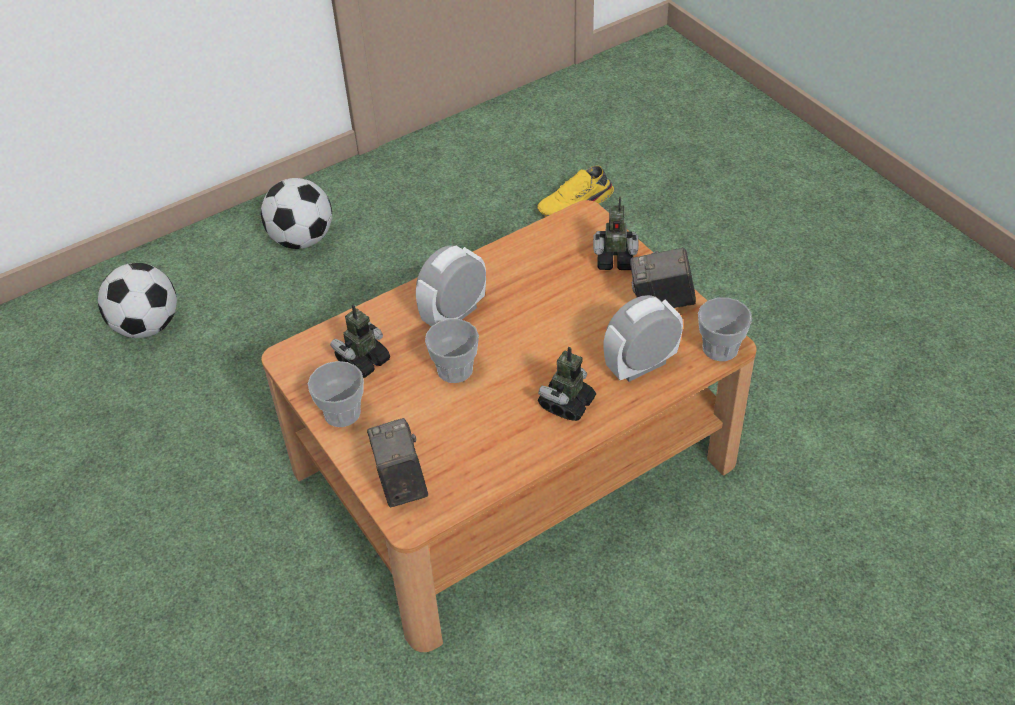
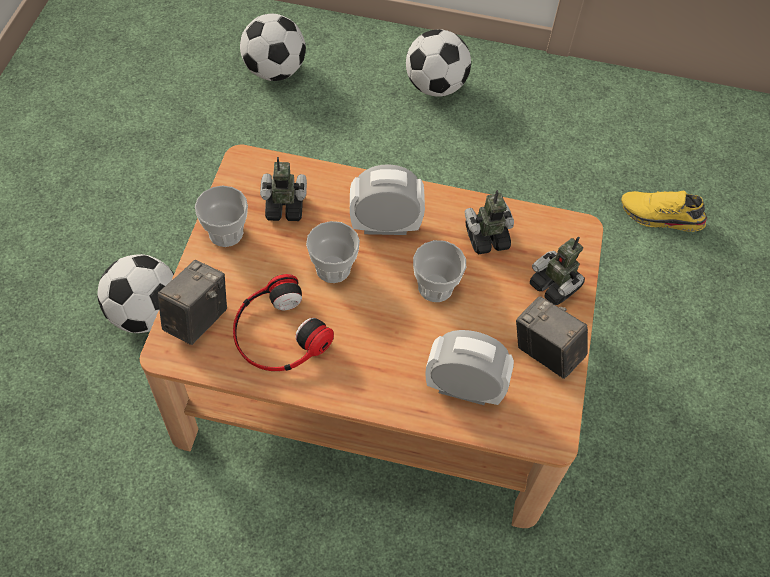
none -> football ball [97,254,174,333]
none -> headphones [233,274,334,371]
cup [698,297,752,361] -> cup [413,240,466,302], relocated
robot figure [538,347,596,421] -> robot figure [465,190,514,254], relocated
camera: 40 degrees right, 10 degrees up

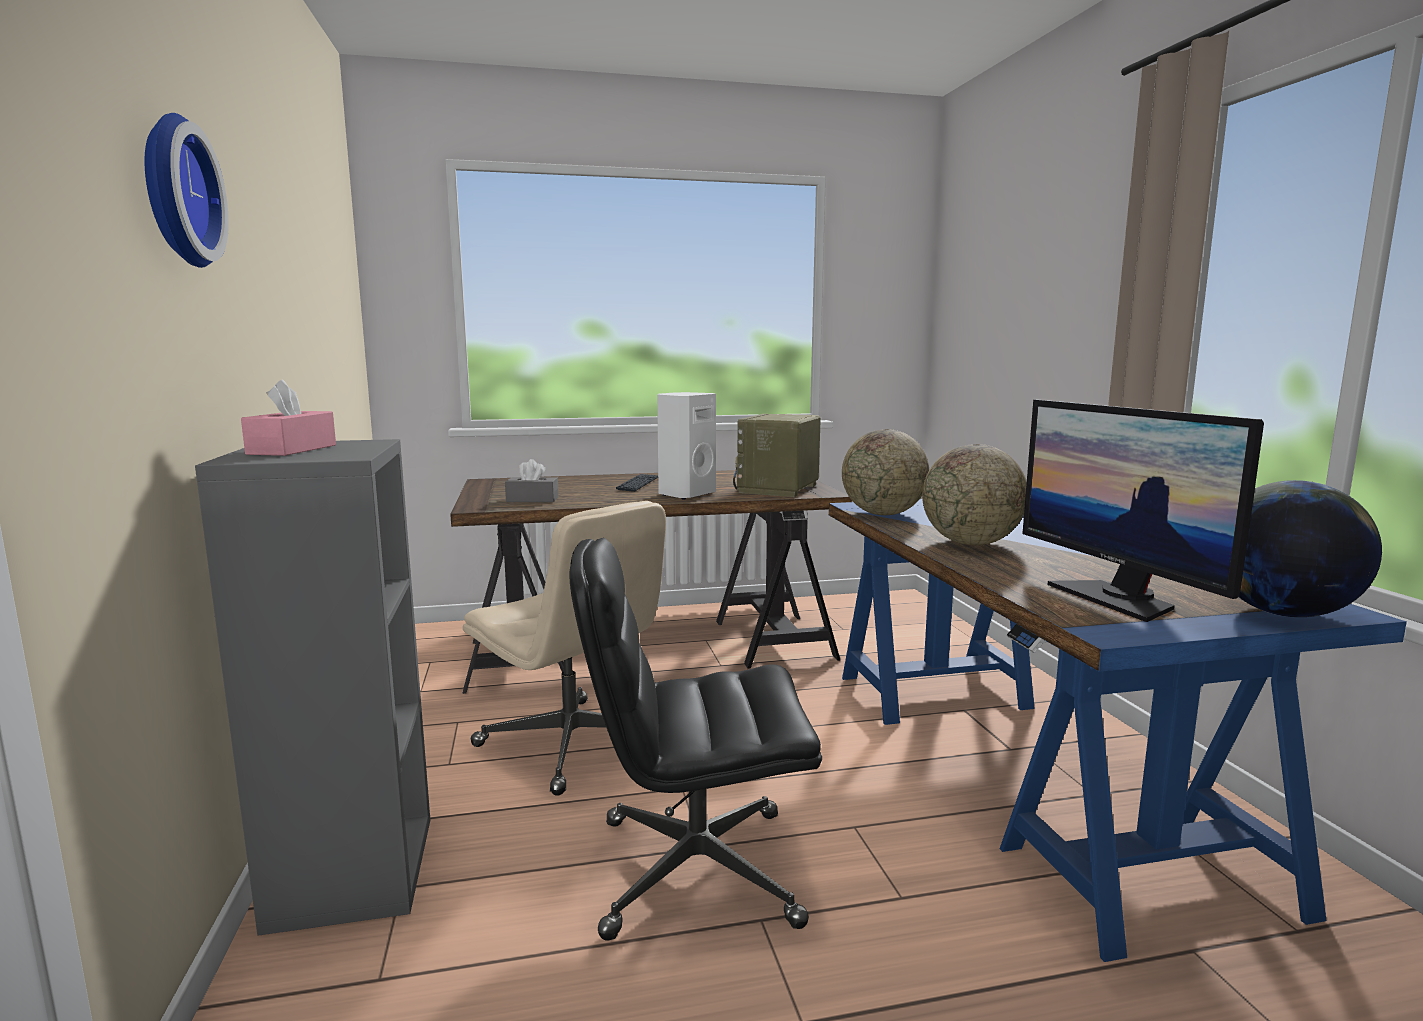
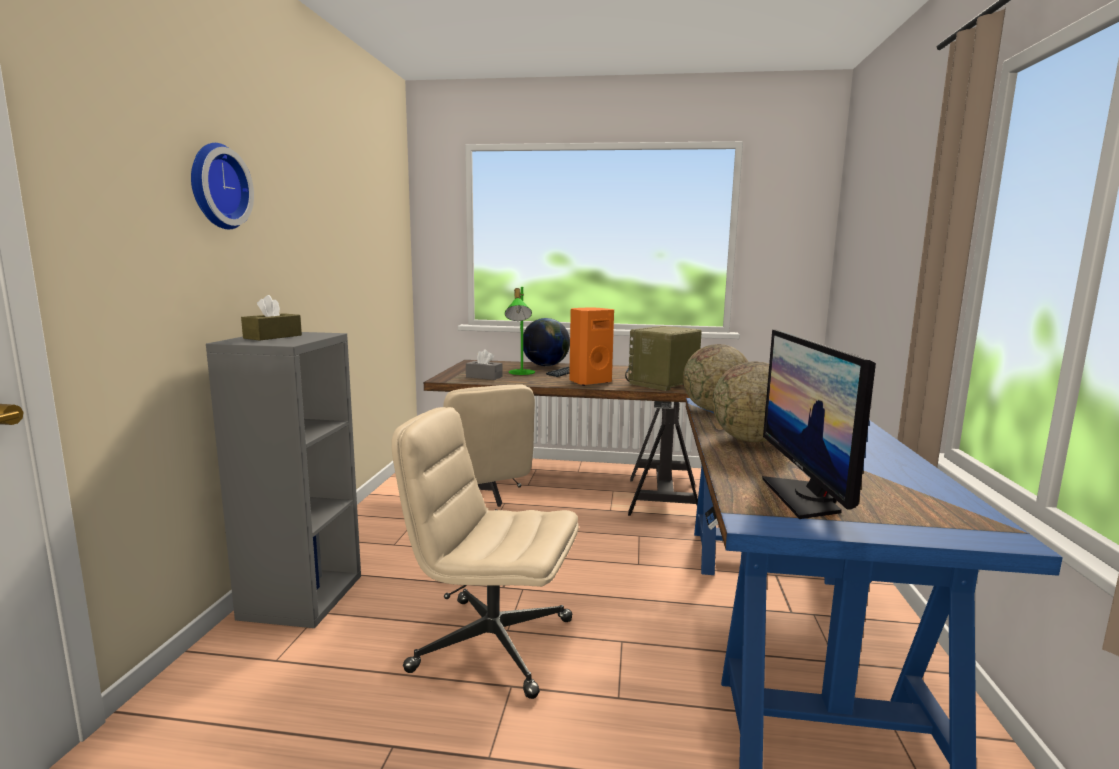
pink-coloured tissue box [241,380,336,456] -> brown tissue box [241,295,302,341]
black office chair [570,538,822,940] -> sand-coloured office chair [391,407,579,699]
none -> greenish lamp for a table [505,287,535,375]
world globe [1238,480,1382,617] -> world globe [523,318,570,366], relocated
whitish loudspeaker [657,392,716,499] -> orange loudspeaker [569,308,614,386]
camera: 20 degrees right, 0 degrees up

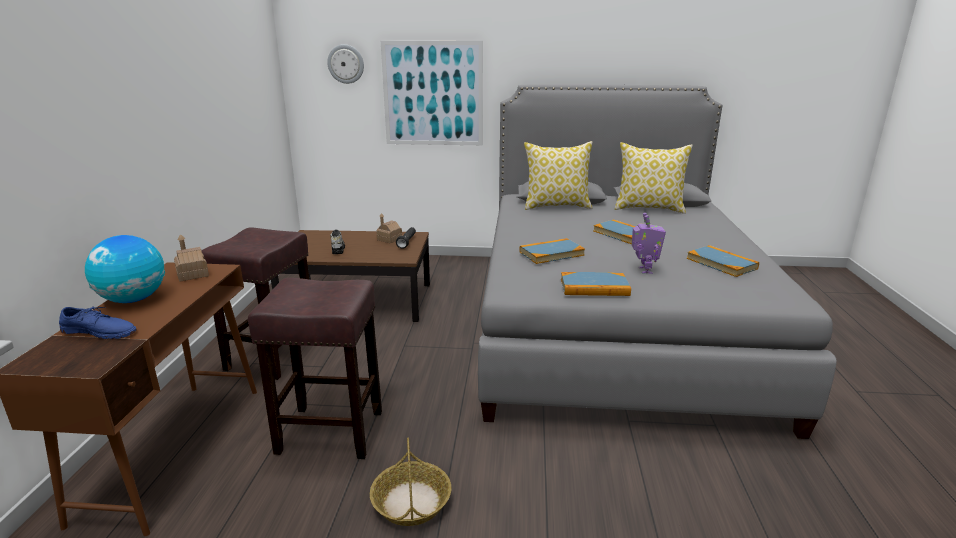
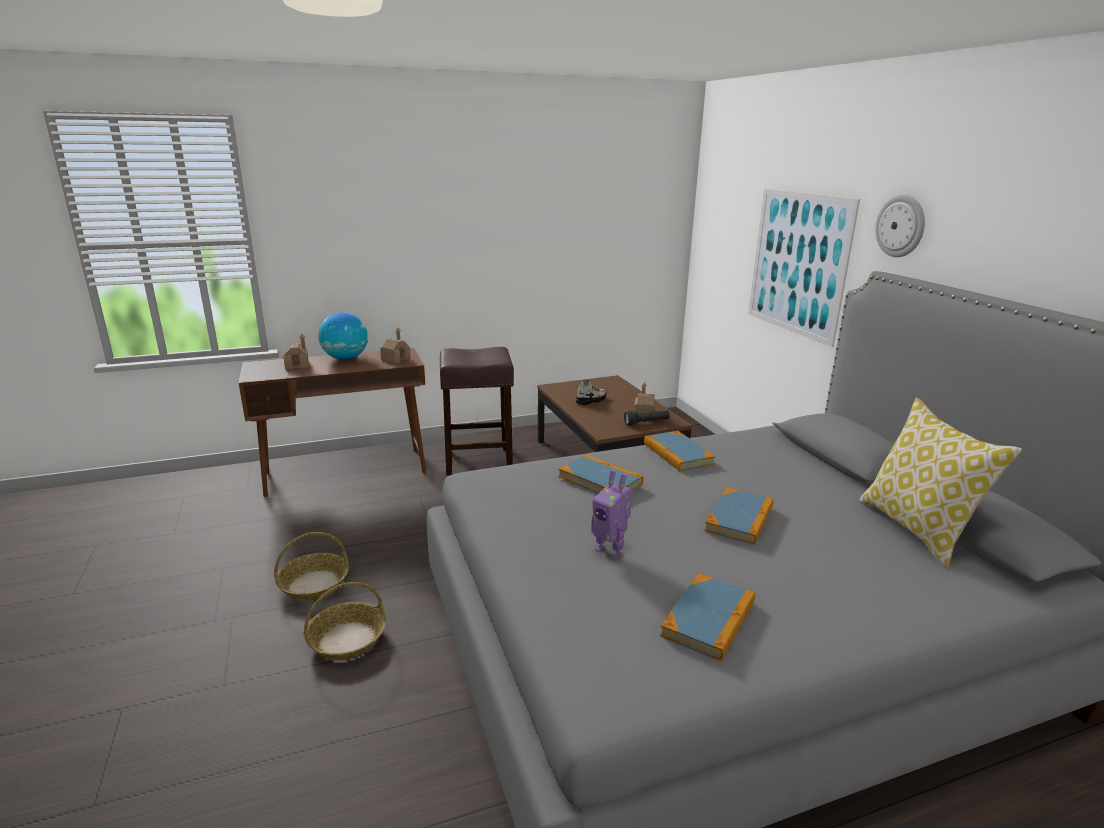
blue-coloured item of footwear [59,306,137,339] -> toy house [283,334,309,370]
none -> basket [304,582,386,661]
robot figure [632,213,666,274] -> robot figure [591,470,632,559], 60 degrees clockwise
bound book [561,272,631,296] -> bound book [644,431,715,471], relocated
hanging clock [327,44,364,84] -> hanging clock [875,195,925,257], relocated
brown stool [248,278,382,459] -> none
pillow [524,141,592,210] -> none
camera: 65 degrees right, 0 degrees up

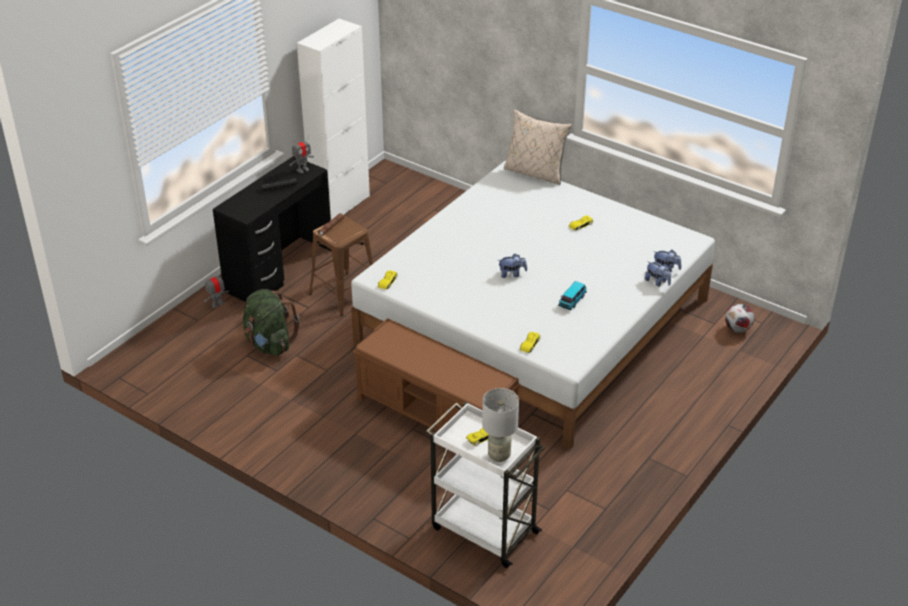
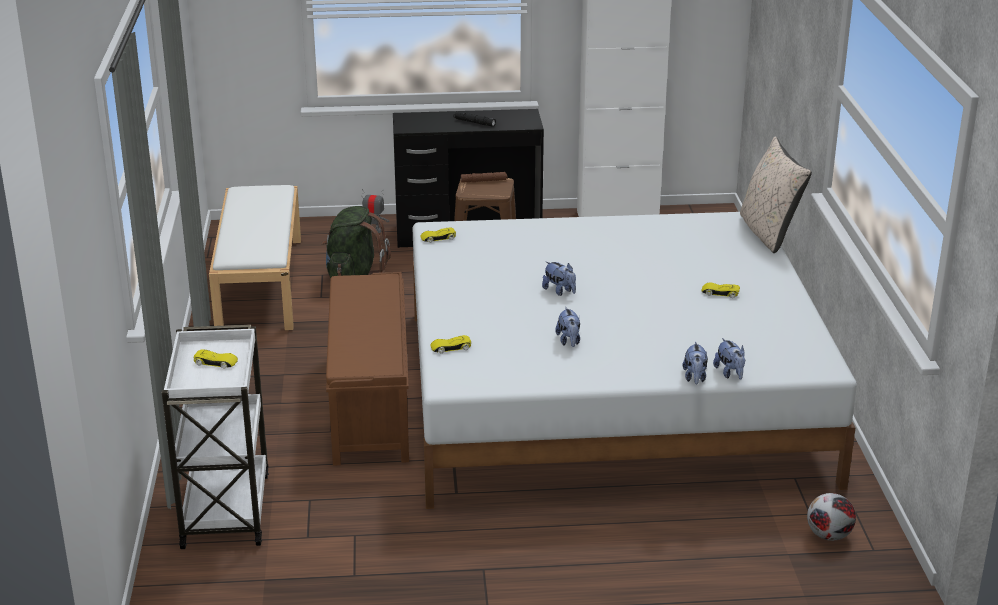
none -> whitish indoor bench [209,185,301,330]
model car [558,281,587,310] -> soft toy [555,307,580,347]
robot figure [290,140,314,173] -> none
grey lamp for a table [482,388,519,462] -> none
camera: 50 degrees right, 10 degrees down

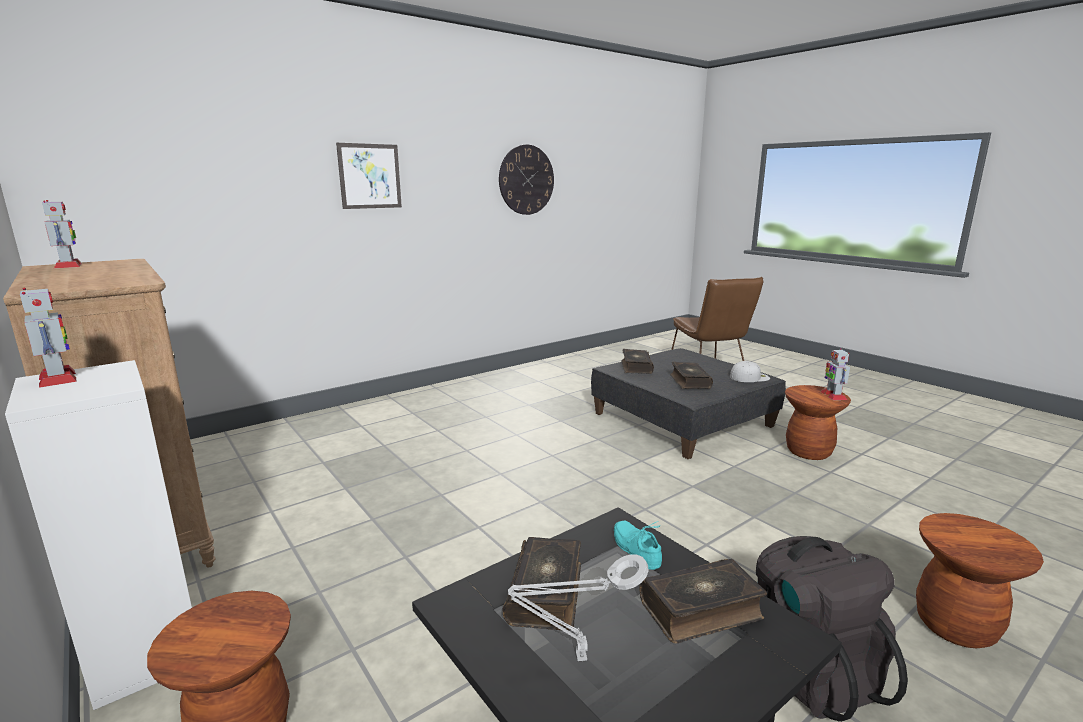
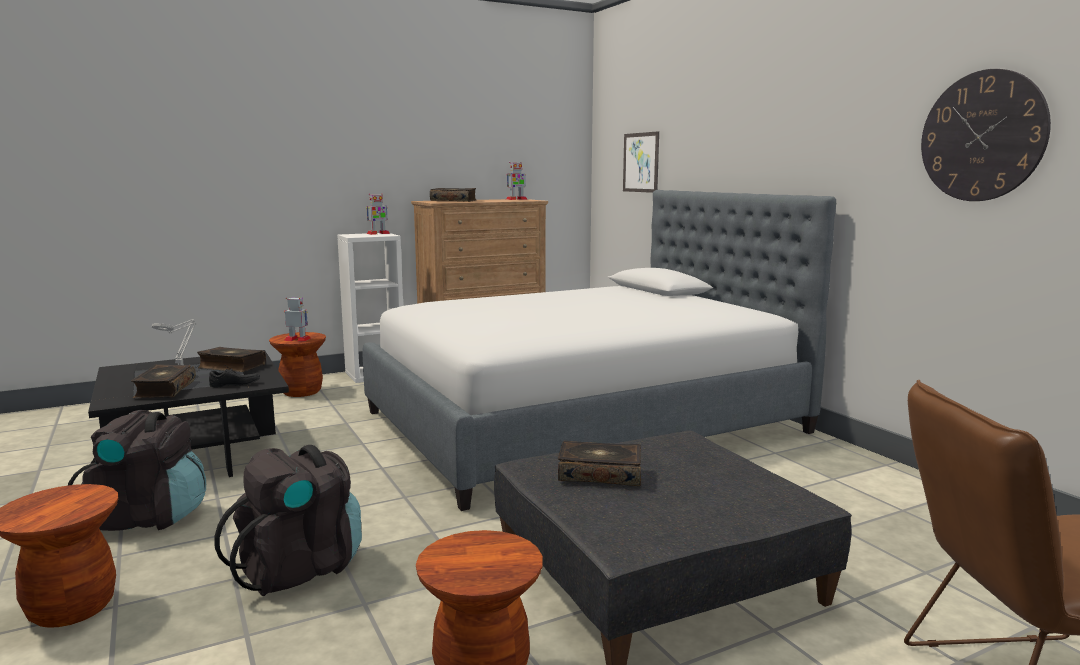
turquoise item of footwear [614,521,662,570] -> black item of footwear [209,366,260,387]
none -> black backpack [214,445,362,596]
robot figure [821,348,850,400] -> robot figure [284,298,311,342], relocated
none -> bedroom bed [362,190,836,511]
bound book [621,349,654,374] -> bound book [430,188,476,202], relocated
wall art [336,143,402,209] -> wall art [623,131,659,193], relocated
whitish peaked cap [730,361,770,382] -> none
camera: 100 degrees right, 5 degrees down

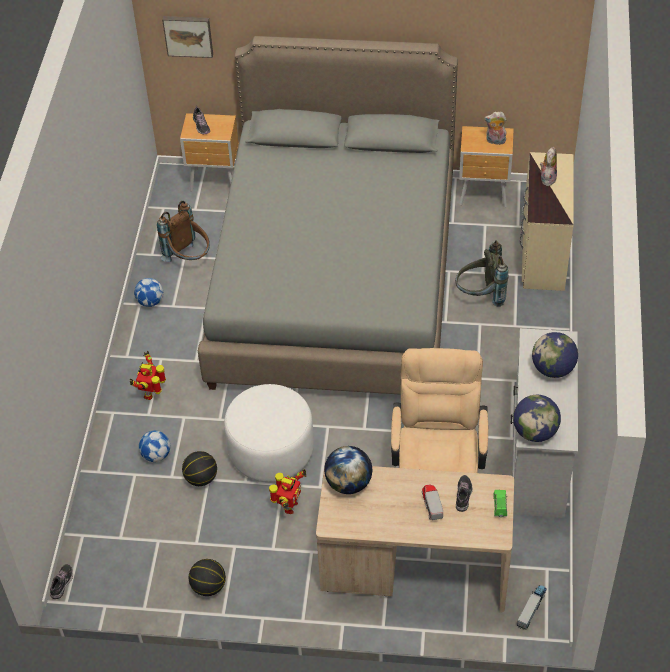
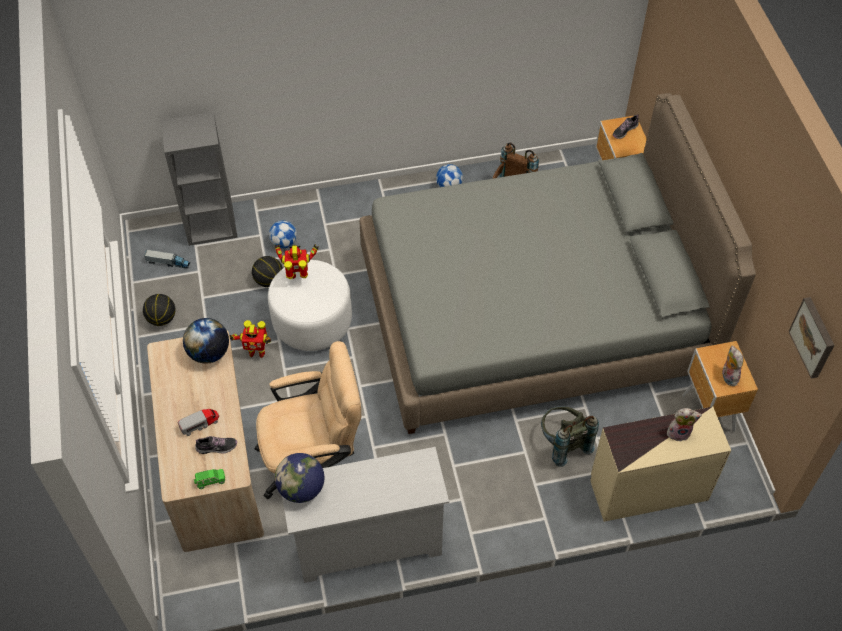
toy truck [517,585,547,630] -> toy truck [144,250,190,268], relocated
none -> grey bookcase [161,112,238,246]
robot figure [130,351,166,400] -> robot figure [275,244,319,279], relocated
wall art [162,16,213,58] -> wall art [789,297,834,379], relocated
item of footwear [50,564,73,599] -> none
world globe [532,332,578,378] -> none
camera: 70 degrees right, 5 degrees up

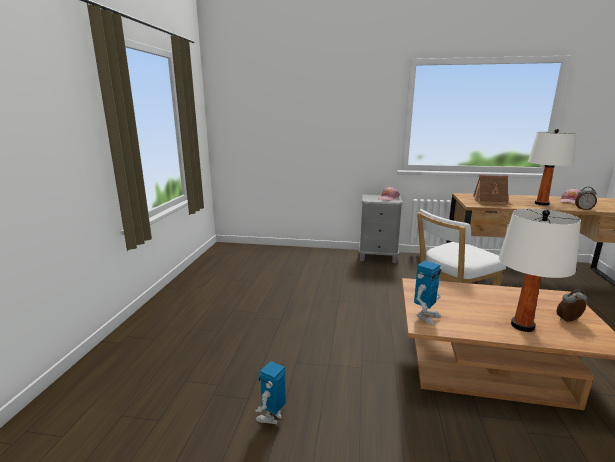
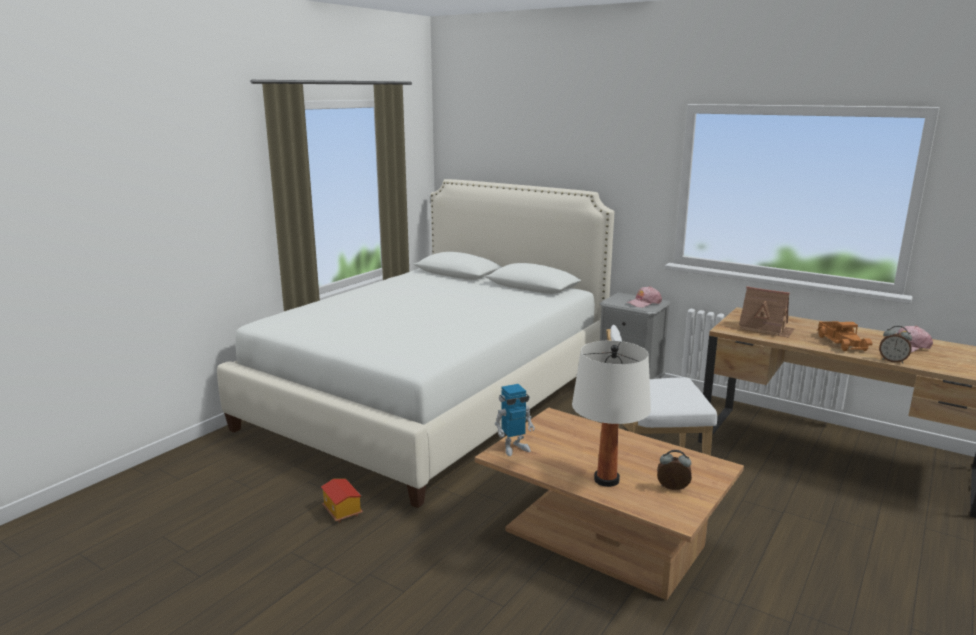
none -> whitish bedroom bed [217,179,614,508]
robot figure [255,361,286,424] -> toy house [321,479,363,523]
whitish lamp for a table [528,129,577,206] -> toy truck [817,321,872,351]
camera: 25 degrees right, 0 degrees up

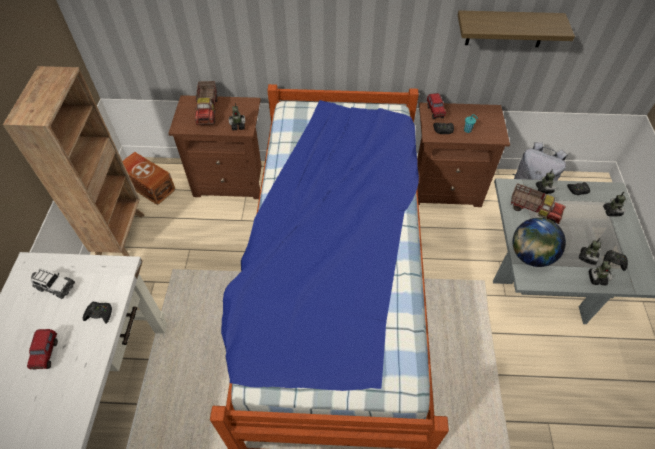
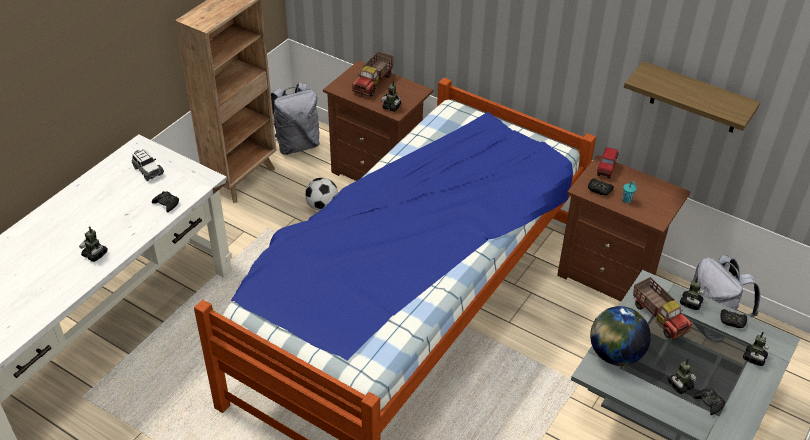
robot figure [589,260,612,285] -> robot figure [79,227,108,262], relocated
brown storage bin [122,152,176,205] -> grey backpack [271,83,320,155]
none -> football ball [305,178,338,211]
toy truck [27,329,58,369] -> none
camera: 30 degrees right, 10 degrees down

